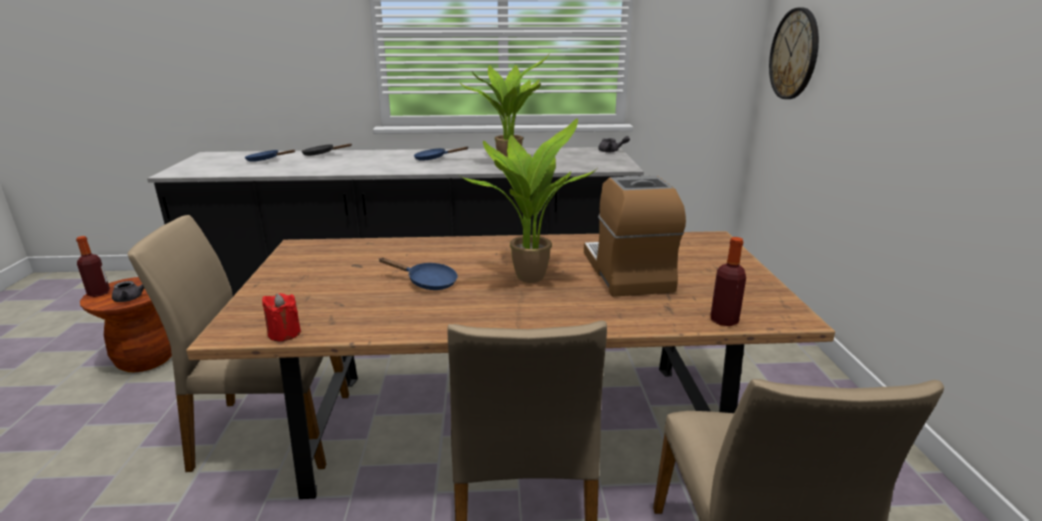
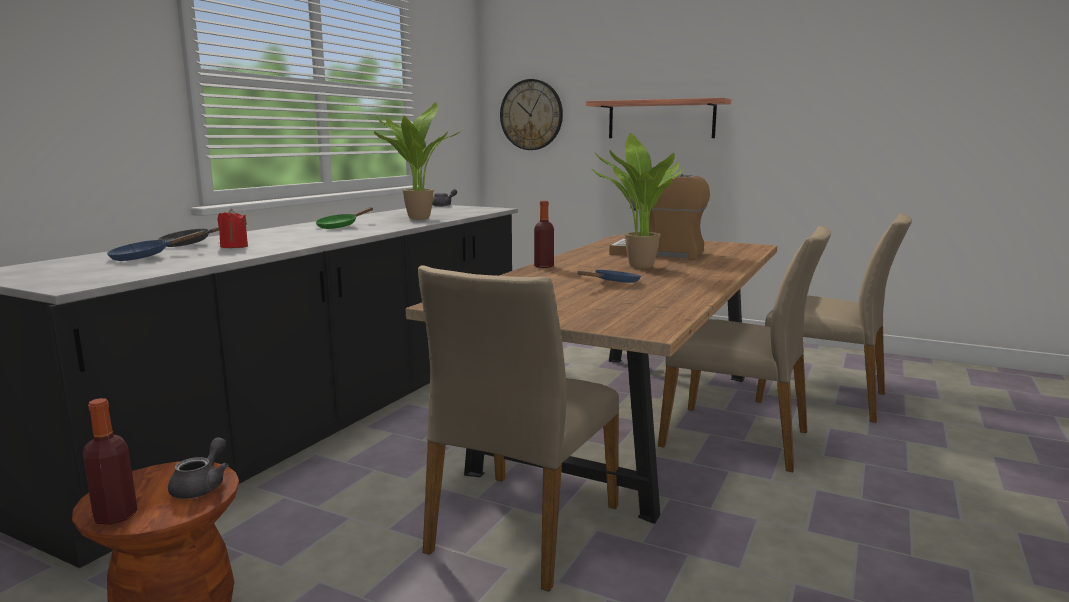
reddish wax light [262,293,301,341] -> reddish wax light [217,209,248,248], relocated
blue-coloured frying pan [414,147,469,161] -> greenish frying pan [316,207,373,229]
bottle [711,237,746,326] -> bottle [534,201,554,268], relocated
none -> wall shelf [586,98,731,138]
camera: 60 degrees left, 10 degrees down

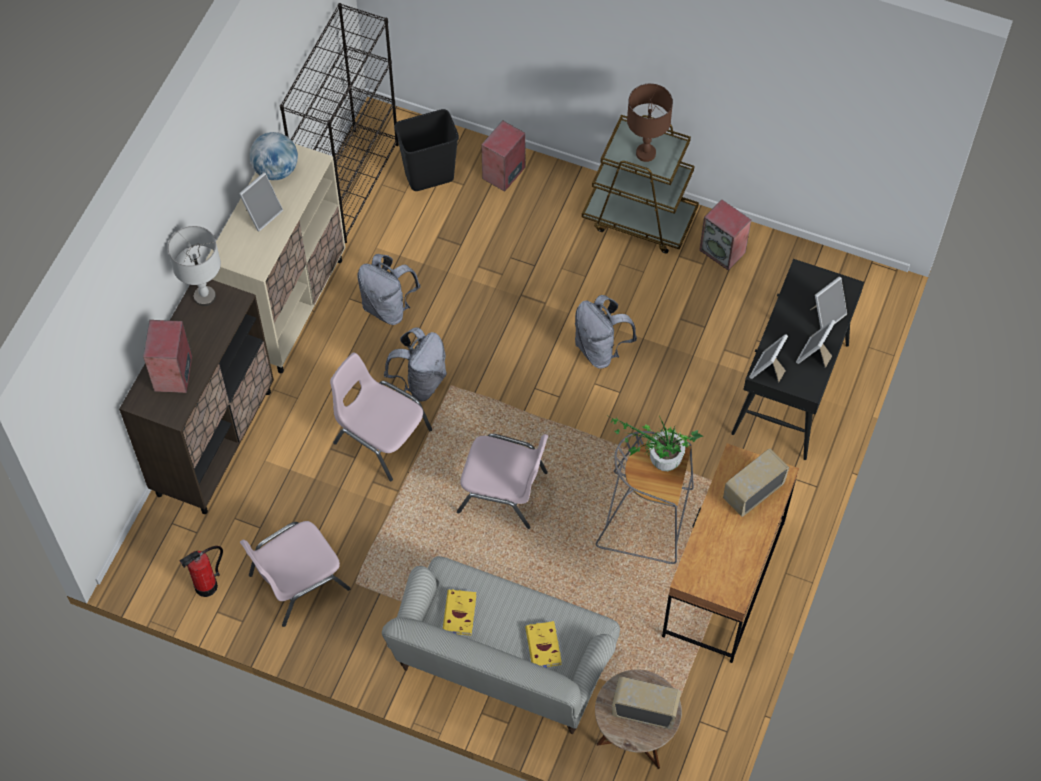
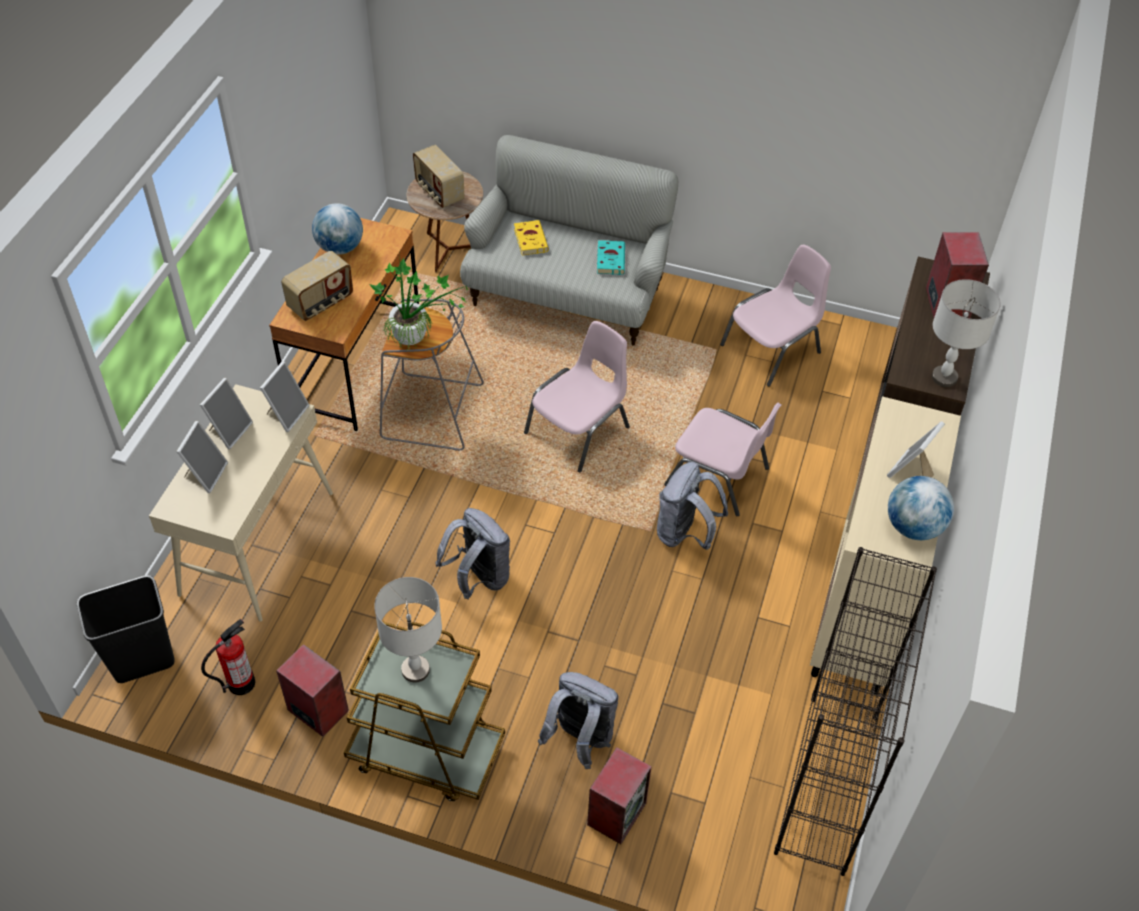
black waste bin [395,109,459,191] -> black waste bin [77,575,175,683], relocated
black console table [731,259,864,460] -> sand-coloured console table [149,384,333,622]
standing frame [810,277,847,328] -> standing frame [176,421,228,493], 150 degrees clockwise
fire extinguisher [180,546,223,597] -> fire extinguisher [201,619,255,695], relocated
none -> world globe [312,203,363,255]
brown lamp for a table [627,83,673,162] -> grey lamp for a table [374,577,442,683]
radio receiver [612,677,681,729] -> radio receiver [413,145,465,208], 45 degrees clockwise
pink-coloured chair [457,434,548,529] -> pink-coloured chair [524,321,630,472], 120 degrees clockwise
grey backpack [357,254,420,325] -> grey backpack [538,672,618,769], relocated
yellow bound book [443,589,476,636] -> turquoise bound book [597,240,625,275]
camera: 175 degrees right, 10 degrees down

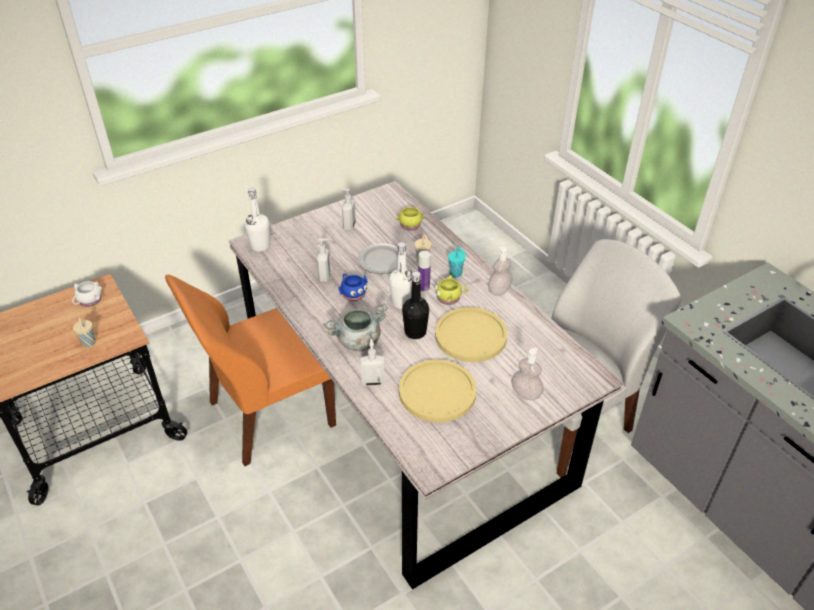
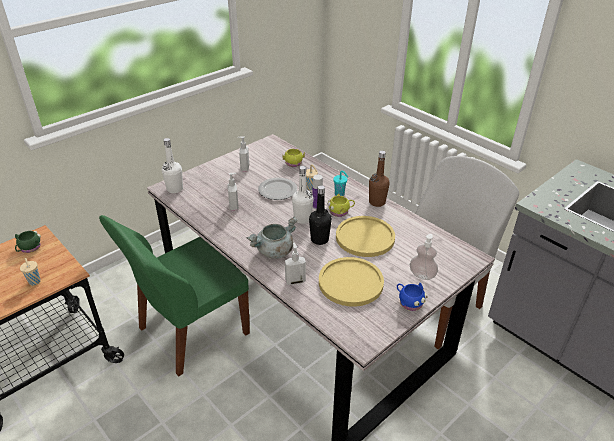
whitish coffee mug [72,281,102,307] -> greenish coffee mug [15,231,41,253]
orange chair [165,275,336,466] -> greenish chair [99,215,250,376]
soap bottle [488,247,513,296] -> brown bottle [369,151,390,207]
blue-coloured coffee mug [339,273,368,301] -> blue-coloured coffee mug [397,283,428,311], relocated
camera: 10 degrees left, 5 degrees down

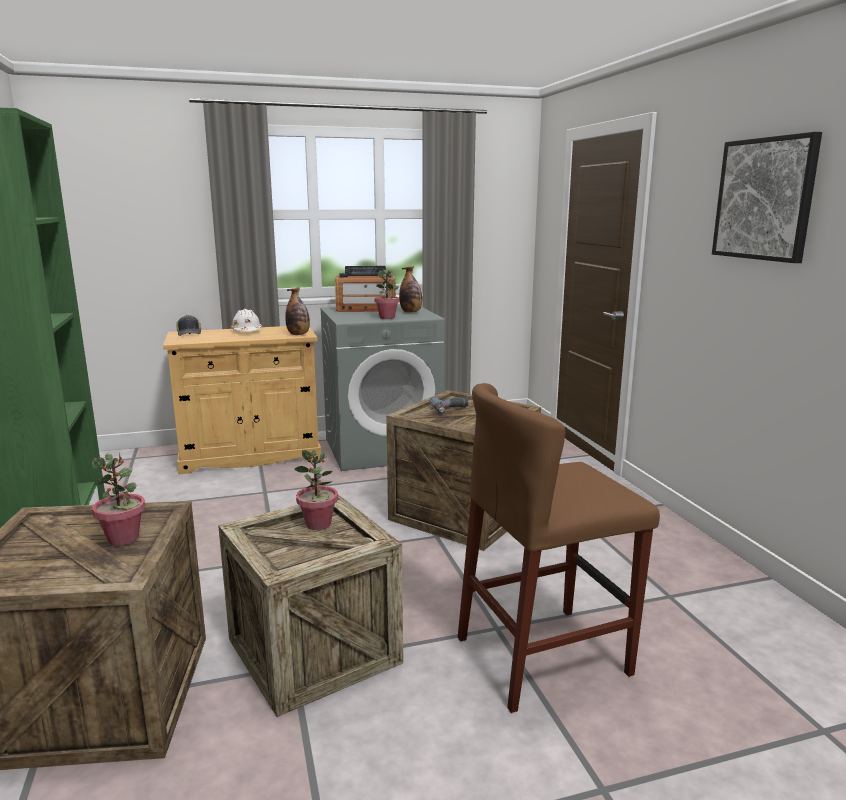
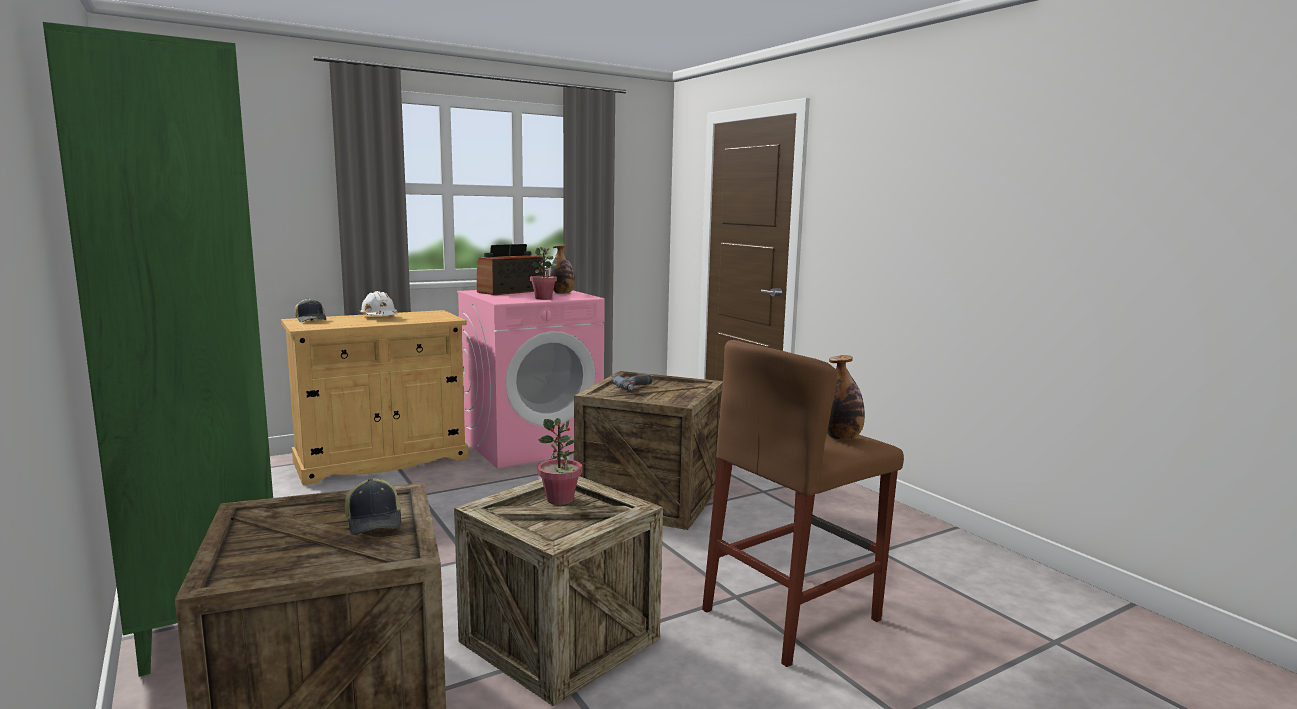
potted plant [92,453,145,546] -> peaked cap [345,478,401,535]
grey laundry appliance [320,304,445,471] -> pink-coloured laundry appliance [457,290,605,468]
radio receiver [335,266,396,312] -> radio receiver [477,244,545,295], 150 degrees clockwise
bottle [285,287,310,335] -> bottle [827,355,865,440], relocated
wall art [712,132,822,263] -> none
camera: 15 degrees left, 5 degrees down

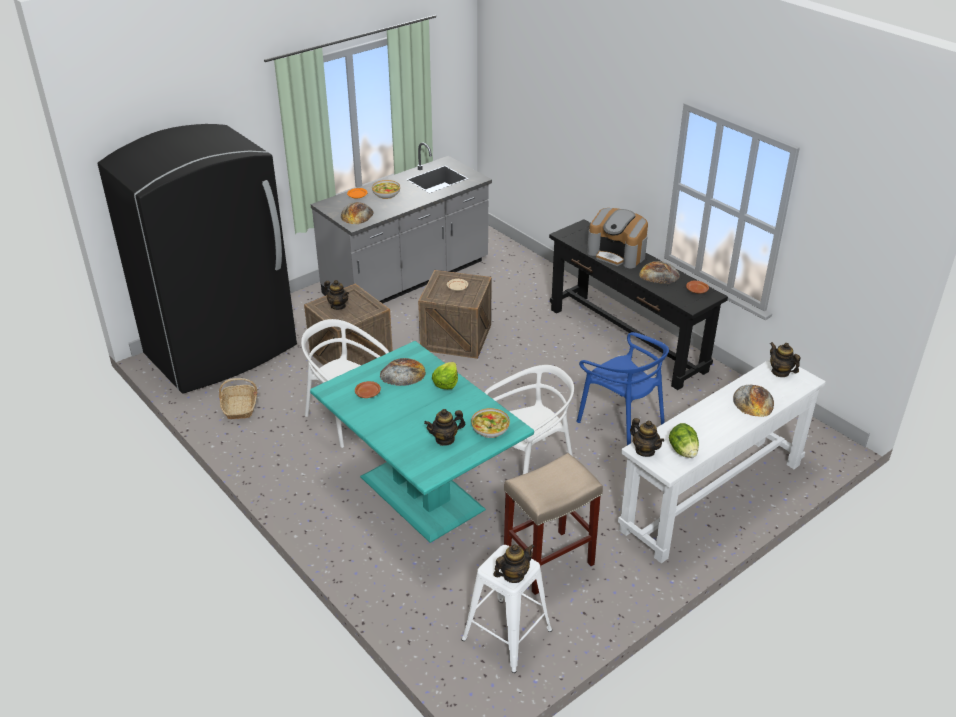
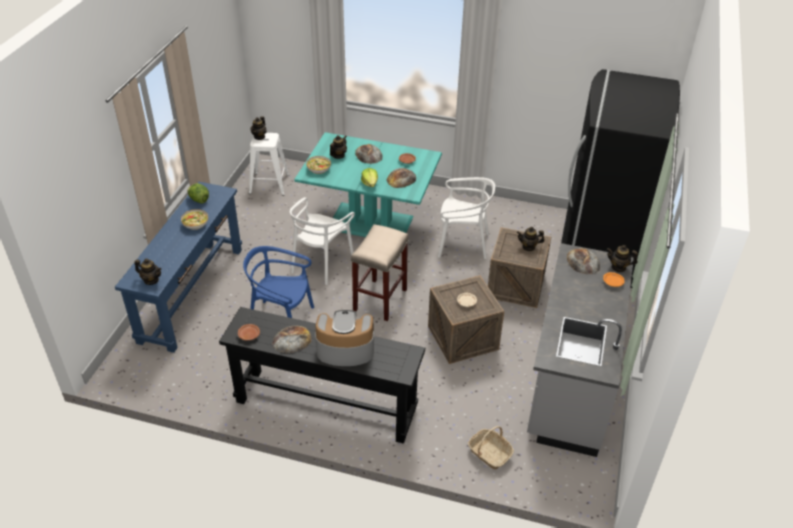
whitish console table [618,359,826,563] -> blue-coloured console table [115,182,242,353]
serving bowl [372,180,400,199] -> serving bowl [181,209,208,230], relocated
sand-coloured stool [504,453,603,595] -> sand-coloured stool [351,224,409,321], relocated
baked bread [733,385,774,417] -> baked bread [355,144,383,164], relocated
basket [219,378,258,419] -> basket [468,426,514,469], relocated
teapot [630,418,664,457] -> teapot [607,245,638,272], relocated
camera: 145 degrees right, 5 degrees up

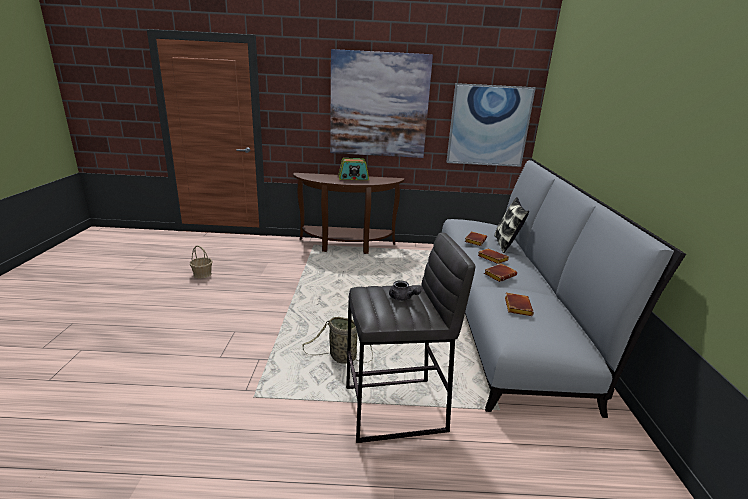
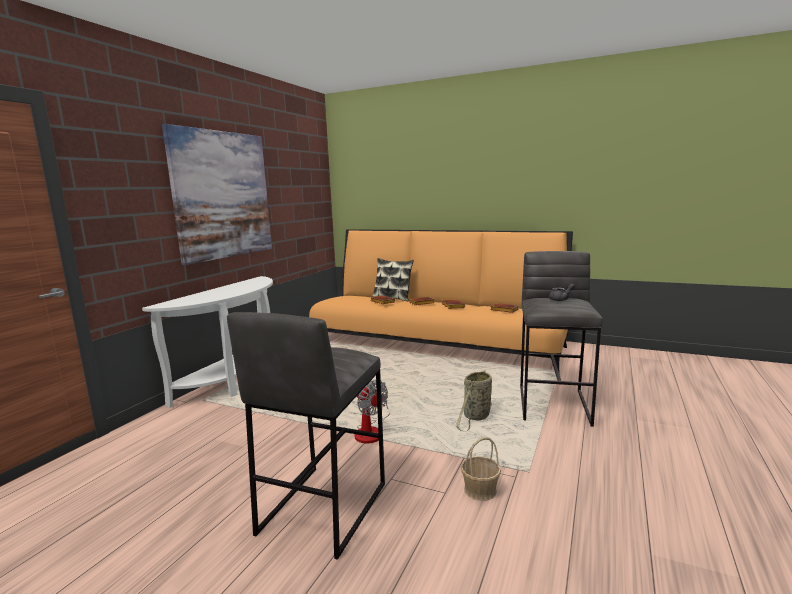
brown console table [293,173,404,254] -> whitish console table [142,276,273,408]
none -> grey stool [227,312,385,560]
grey sofa [442,159,686,418] -> orange sofa [309,229,573,374]
none -> electric fan [354,380,390,444]
basket [190,245,213,279] -> basket [461,437,501,501], relocated
radio receiver [338,158,369,180] -> none
wall art [446,83,536,167] -> none
camera: 65 degrees left, 10 degrees down

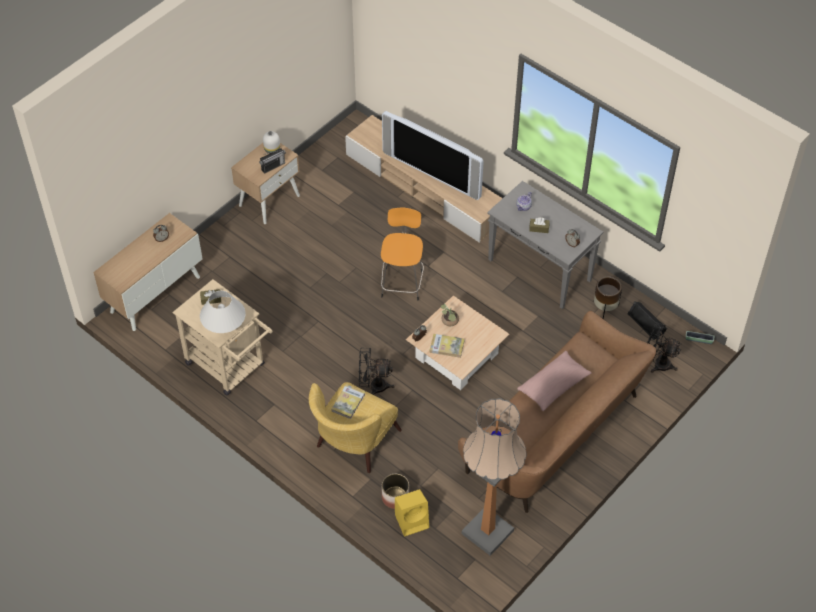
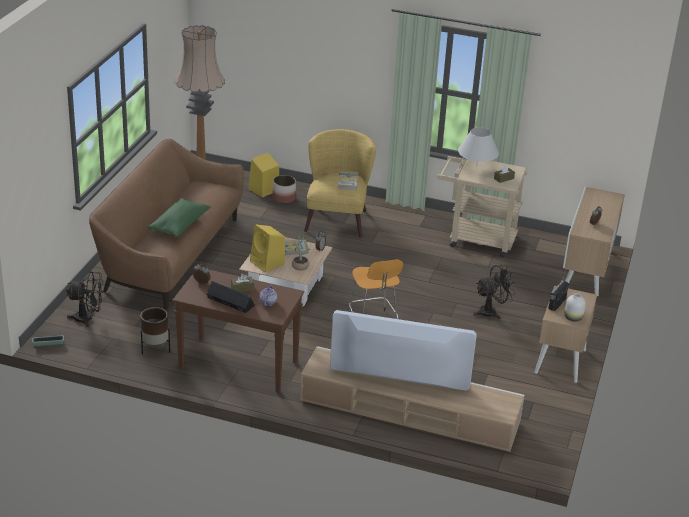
pink-coloured pillow [517,351,591,411] -> greenish pillow [147,198,210,237]
grey console table [487,181,603,309] -> brown console table [172,270,304,393]
black loudspeaker [627,301,667,340] -> black loudspeaker [206,281,255,313], relocated
none -> yellow loudspeaker [250,224,285,272]
black electric fan [359,348,395,395] -> black electric fan [473,265,515,319], relocated
camera: 155 degrees right, 20 degrees down

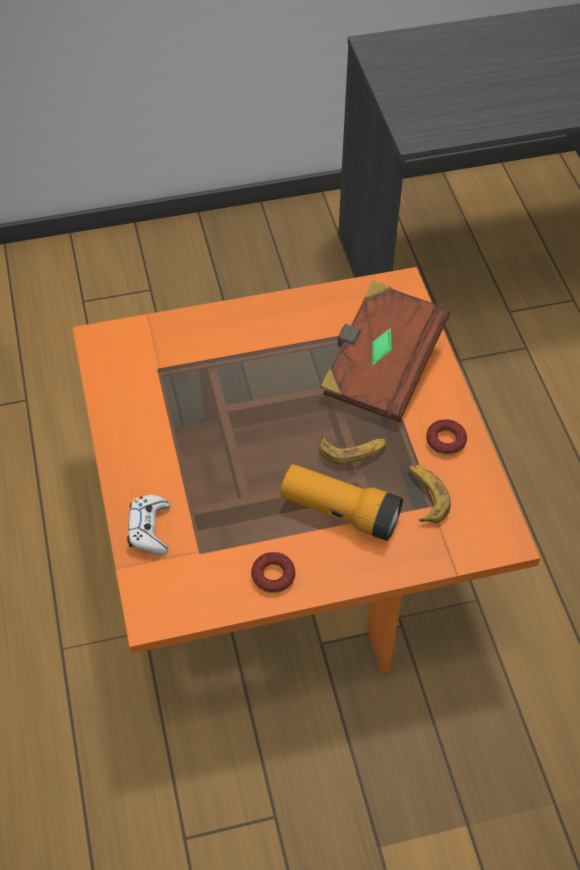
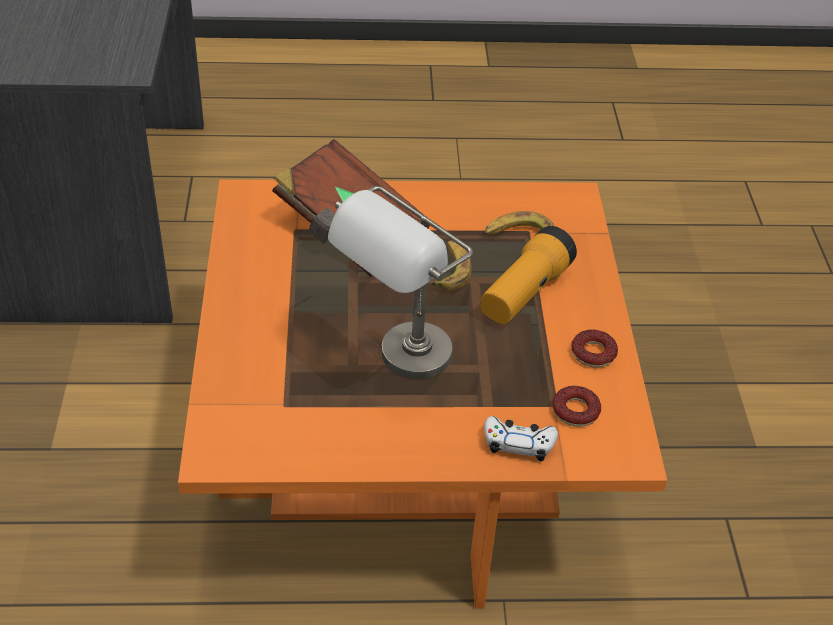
none -> grey lamp for a table [328,186,473,379]
donut [426,419,467,455] -> donut [552,386,601,427], relocated
camera: 80 degrees left, 10 degrees down

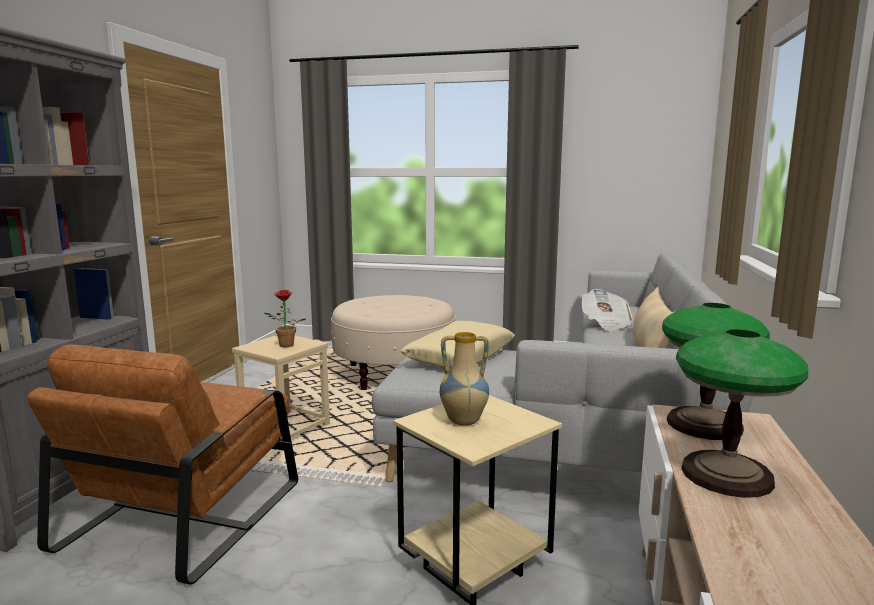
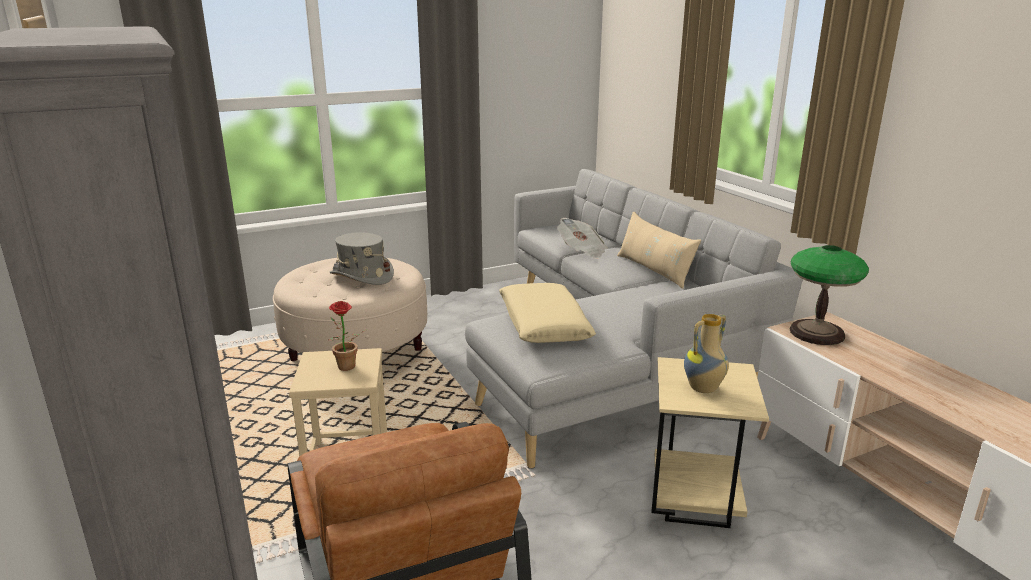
none -> grey hat [330,232,394,285]
lamp for a table [676,329,808,498] -> none
camera: 40 degrees left, 10 degrees up

